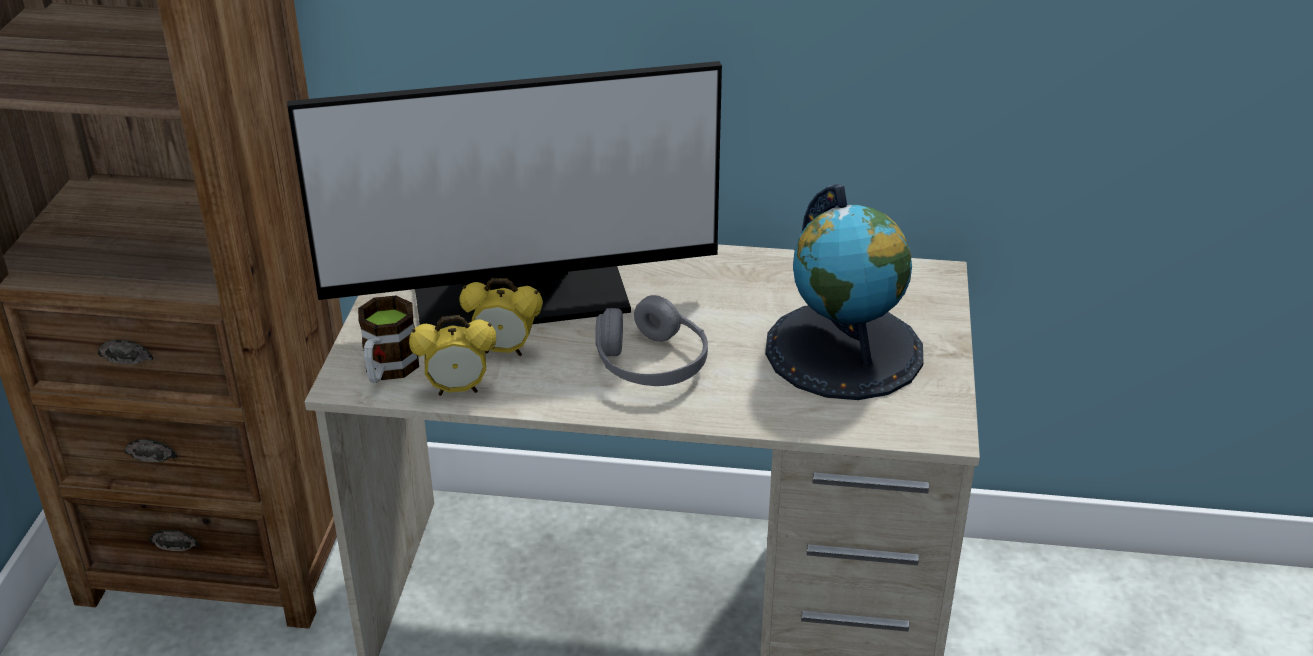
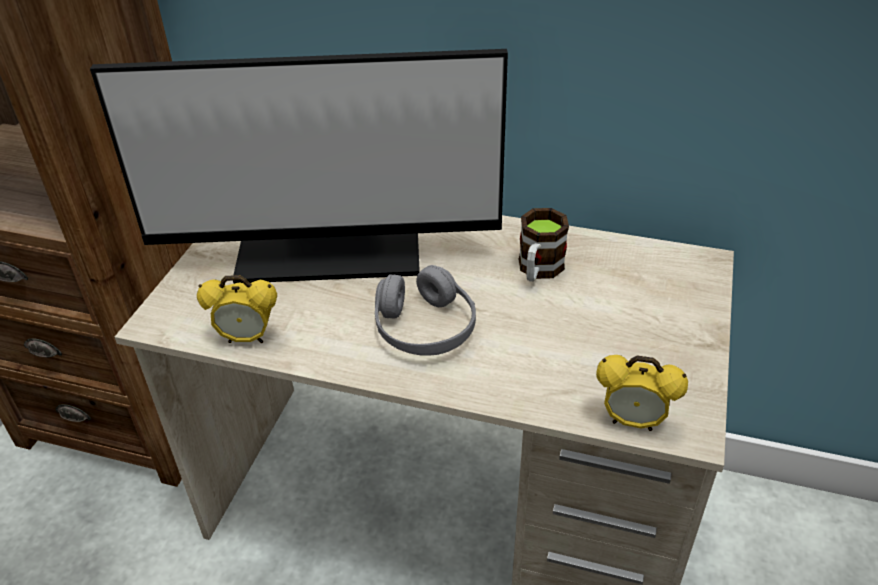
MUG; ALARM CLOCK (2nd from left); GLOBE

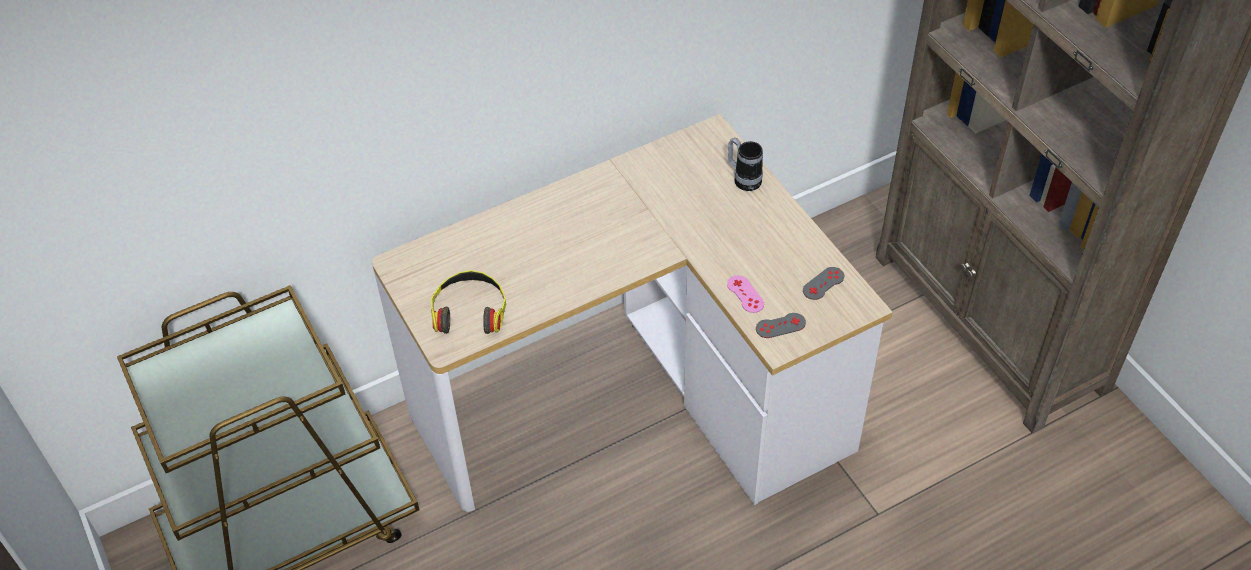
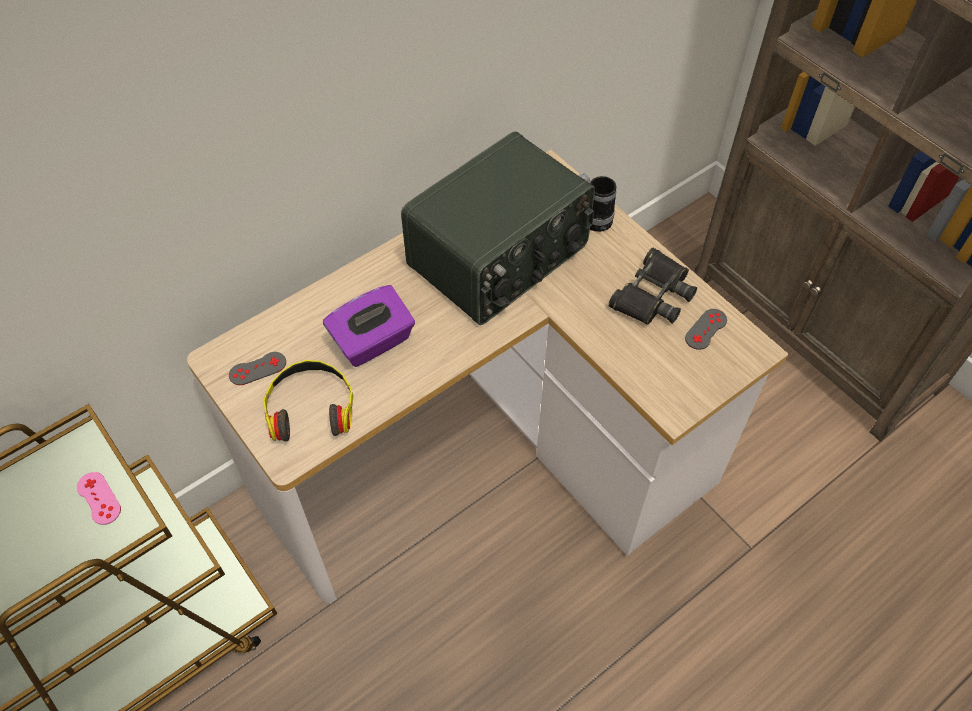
PINK GAME CONTROLLER; GREY GAME CONTROLLER (1st from left); PURPLE TISSUE BOX; RADIO; BLACK BINOCULARS

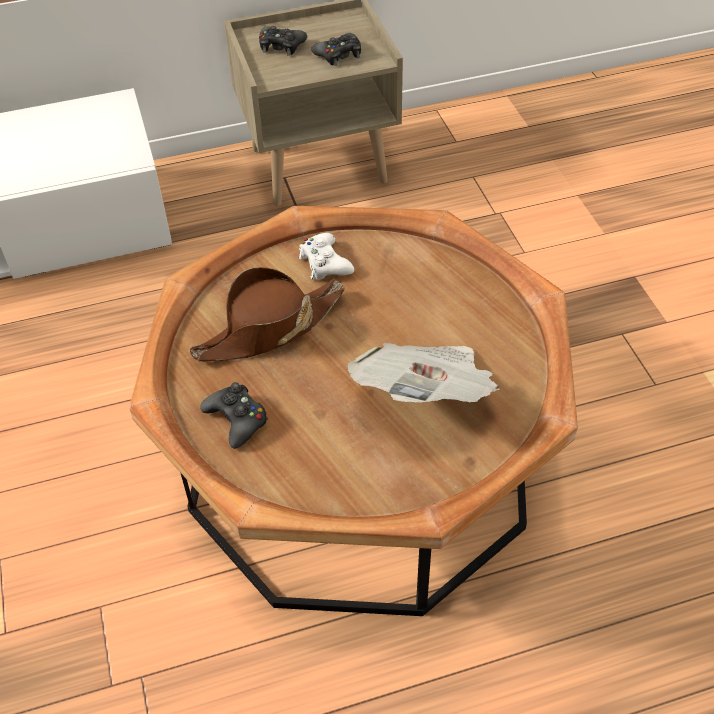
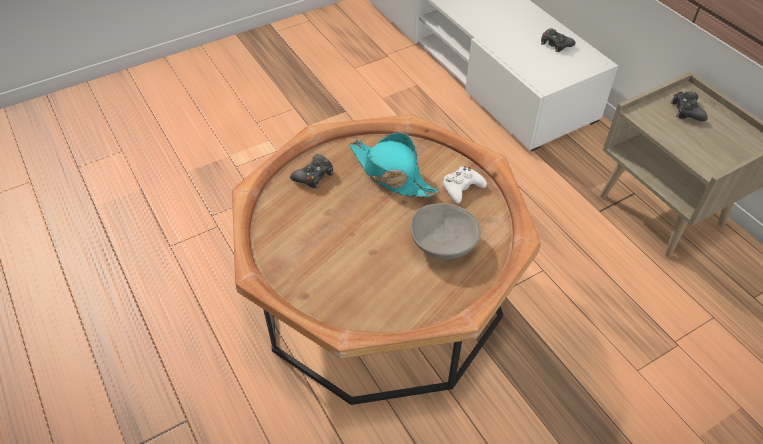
TURQUOISE HAT; BLACK GAME CONTROLLER (2nd from left); NEWSPAPER; GREY BOWL

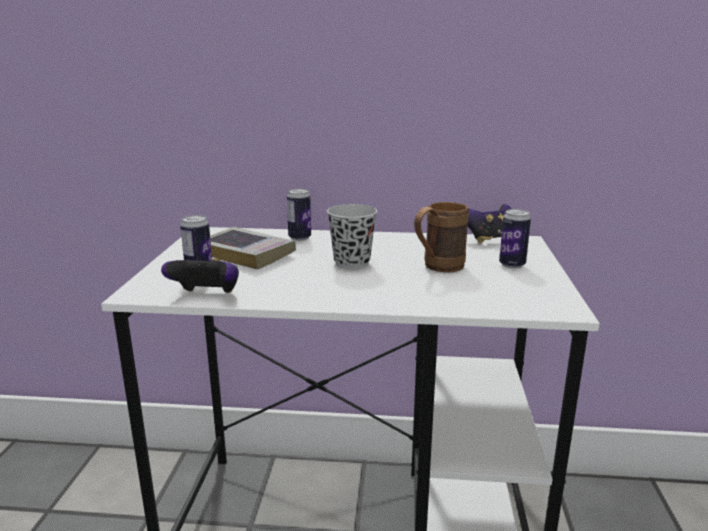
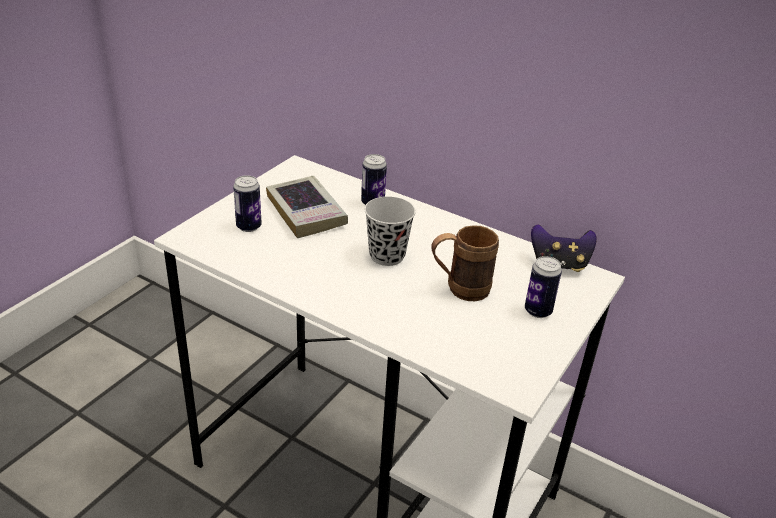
GAME CONTROLLER (1st from left in the first image)

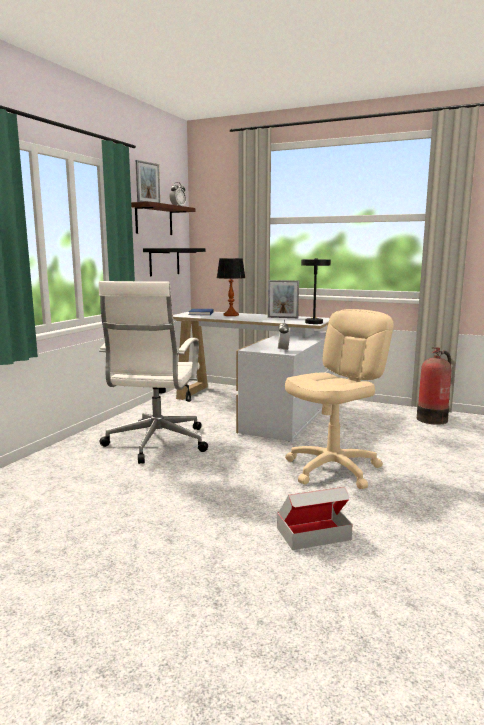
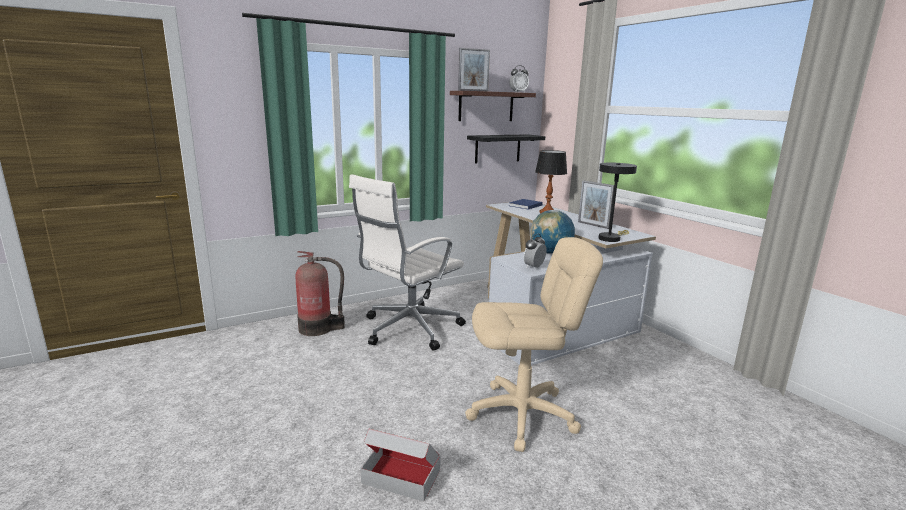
FIRE EXTINGUISHER; GLOBE

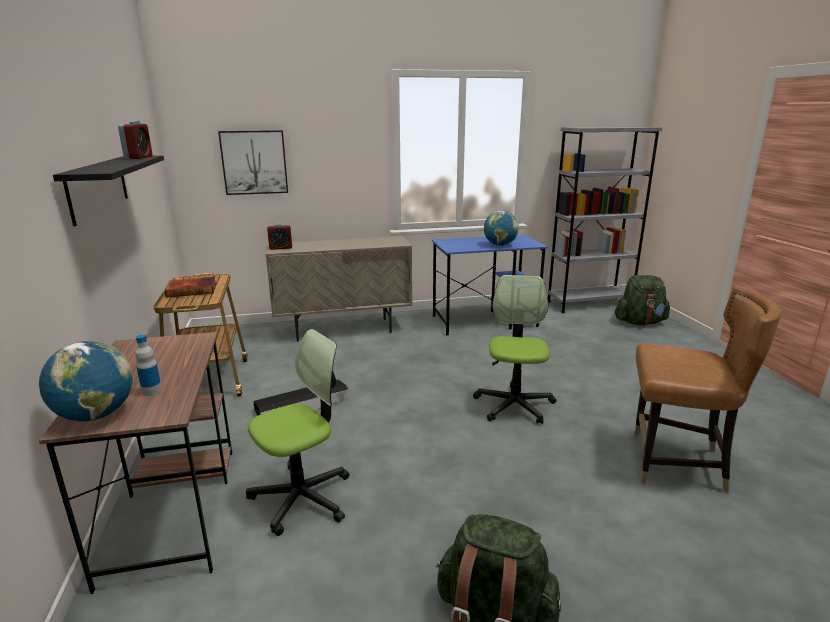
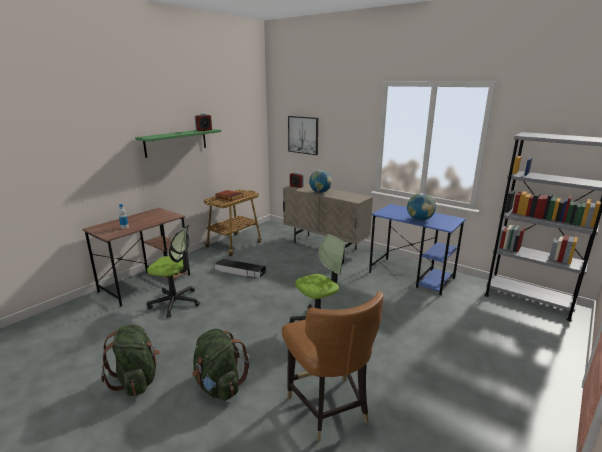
GLOBE (1st from left); GREEN SHELF; GREEN BACKPACK (2nd from left)

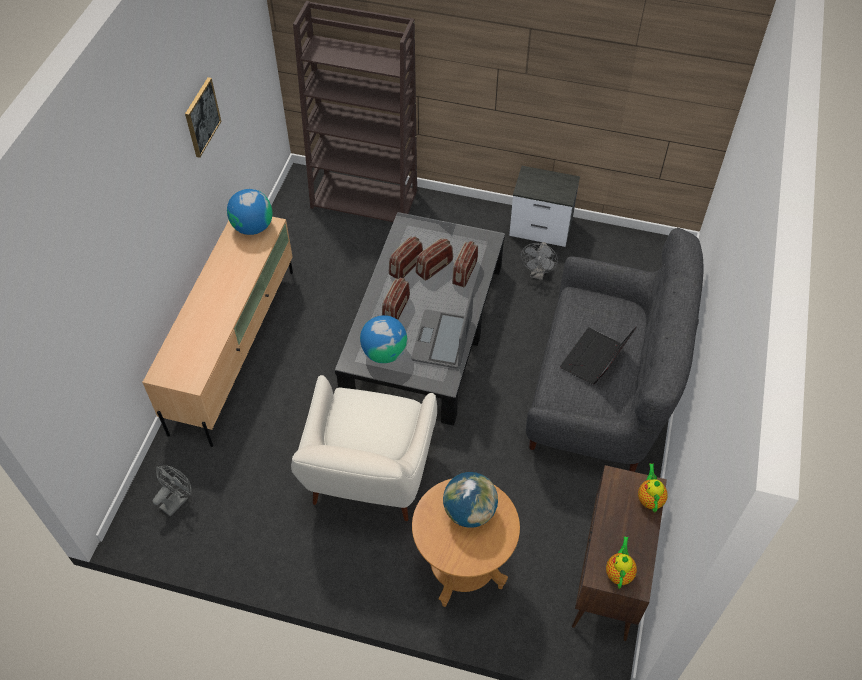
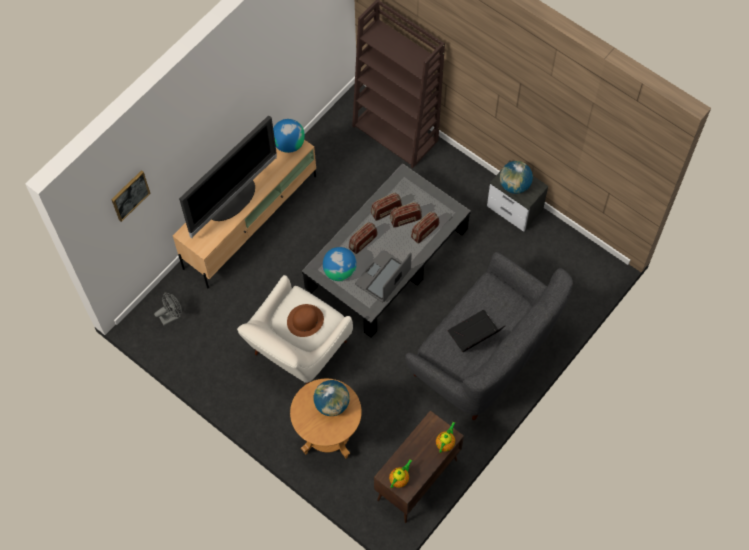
PICTURE; GREY FAN (2nd from left in the first image); TELEVISION; BROWN HAT; GLOBE (4th from left)

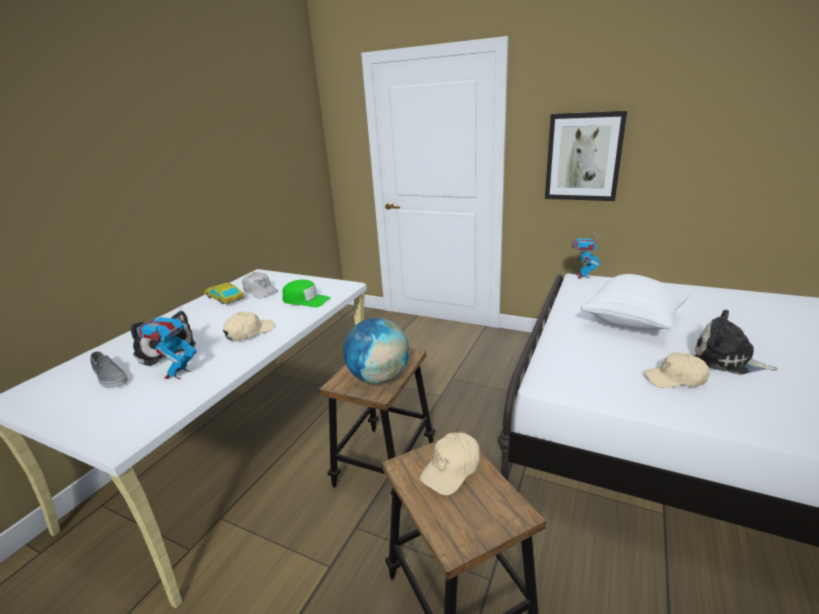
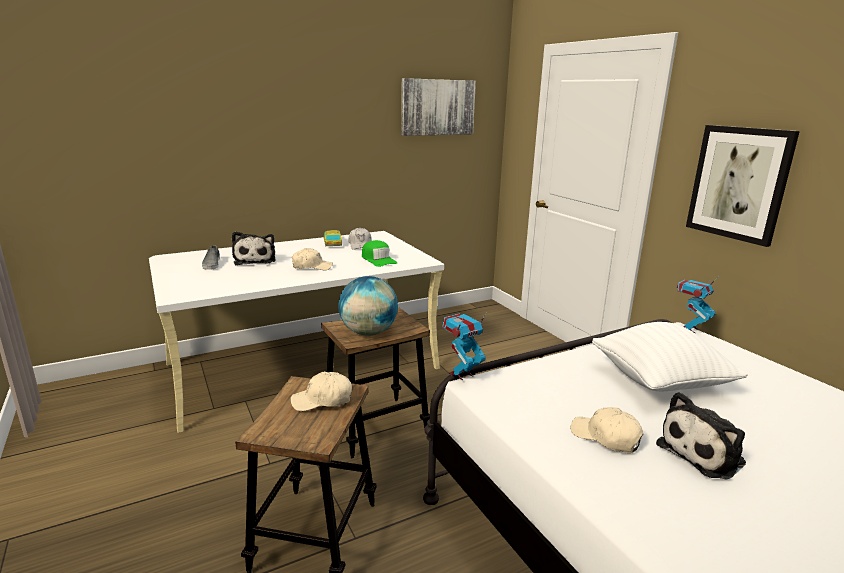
TOY ROBOT (1st from left); PLUSH TOY (2nd from left); PICTURE (1st from left)

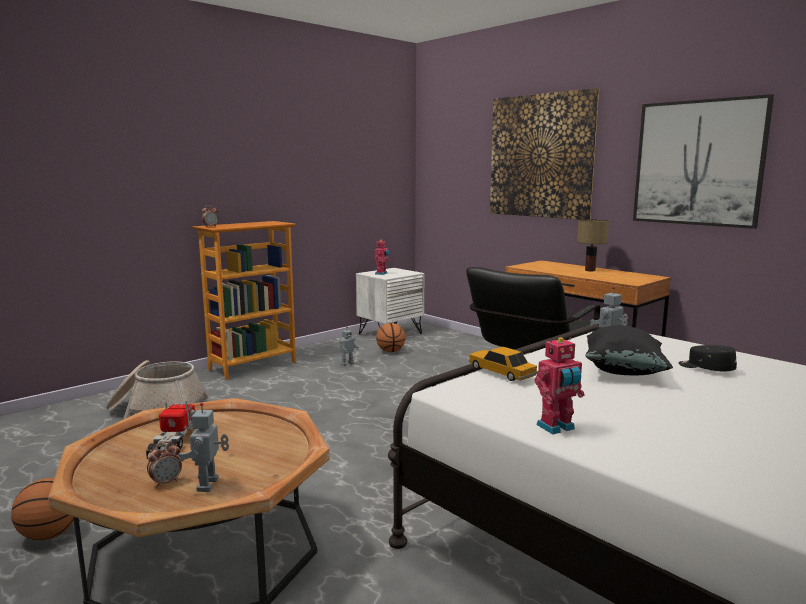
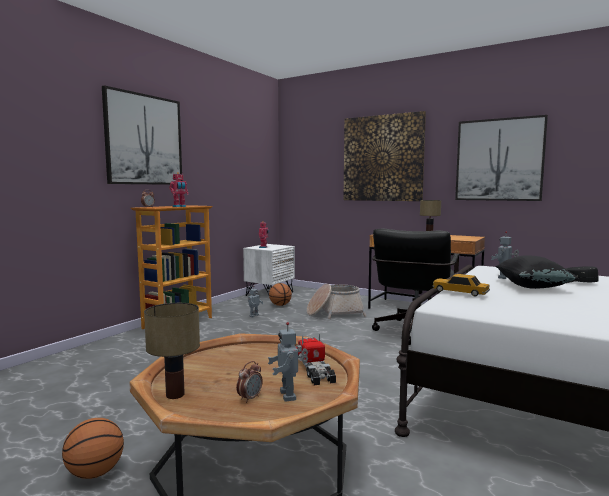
BASKET; TOY TRUCK; TOY ROBOT (1st from left); PICTURE (1st from left); TABLE LAMP (1st from left)

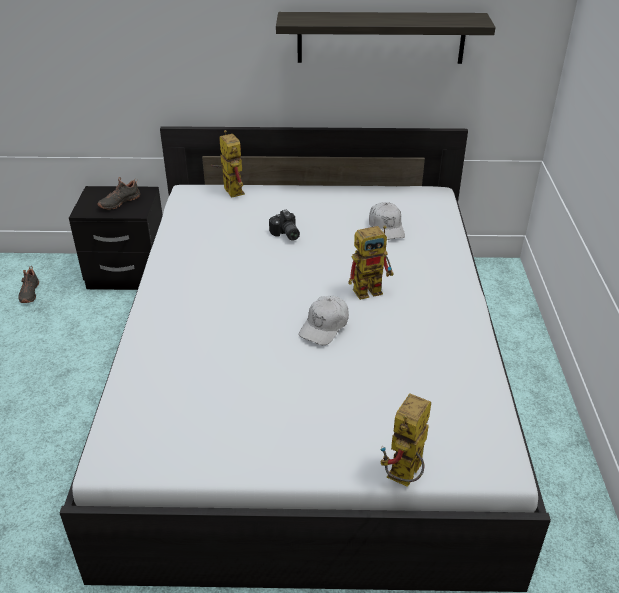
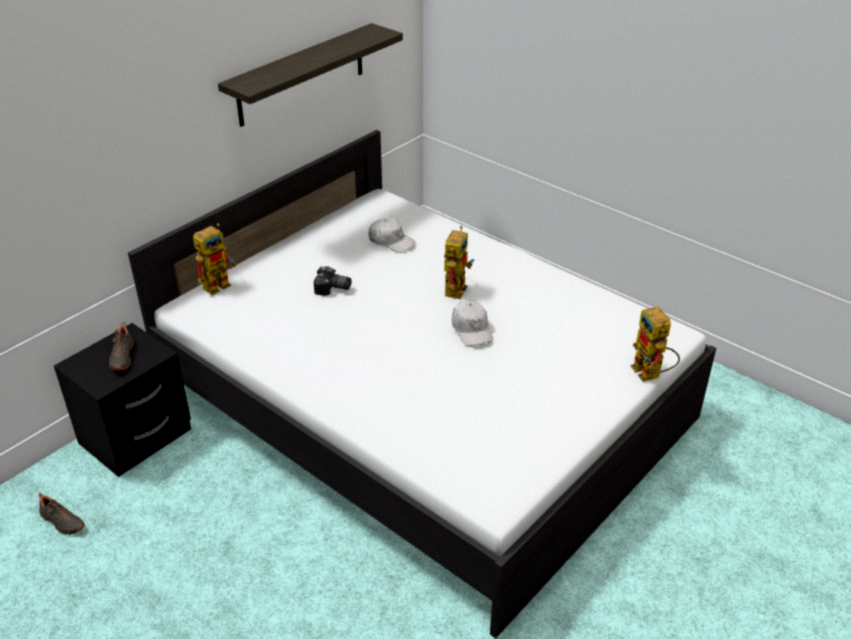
TOY ROBOT (1st from left)

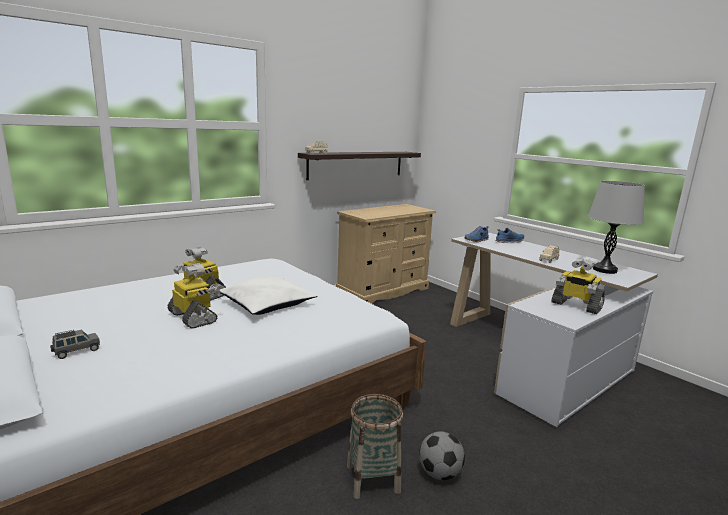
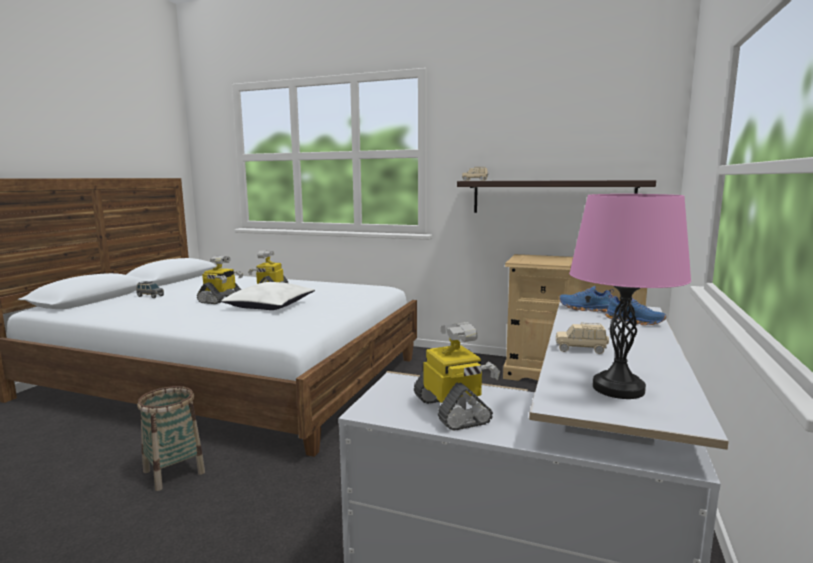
FOOTBALL; TOY ROBOT (3rd from left); PINK TABLE LAMP

